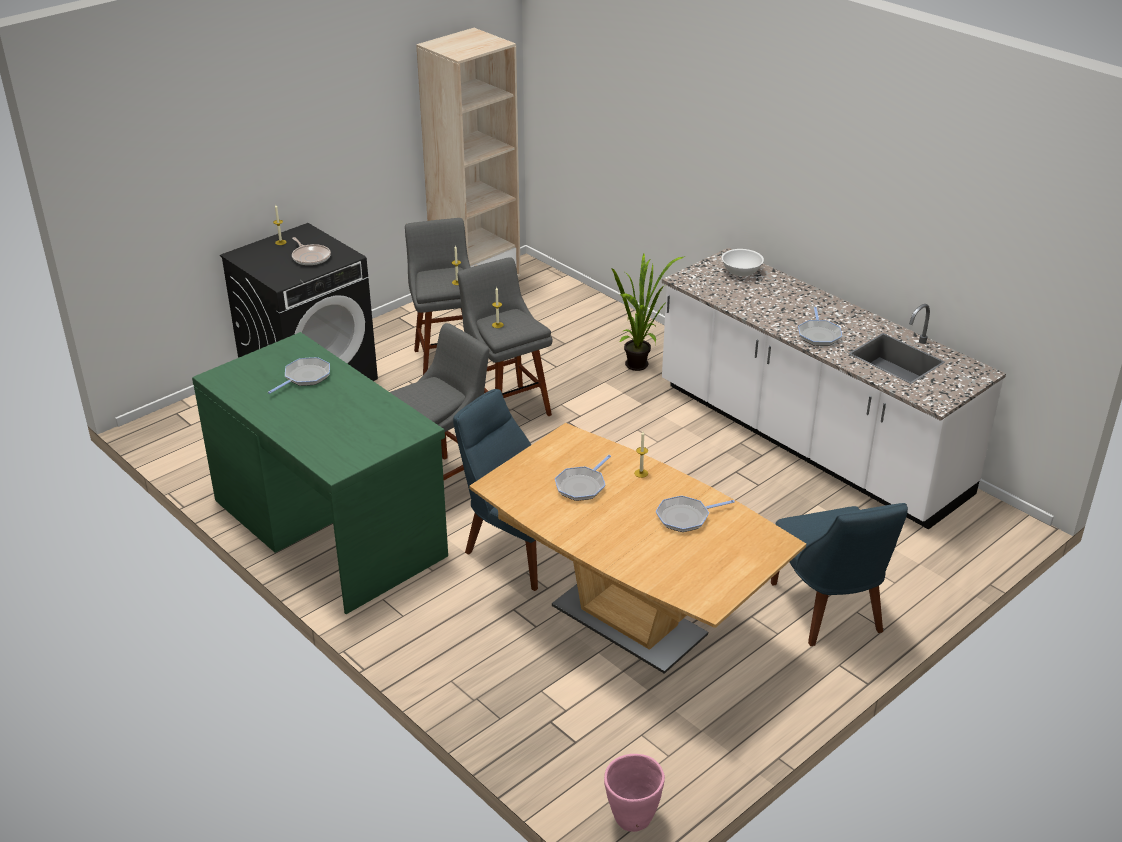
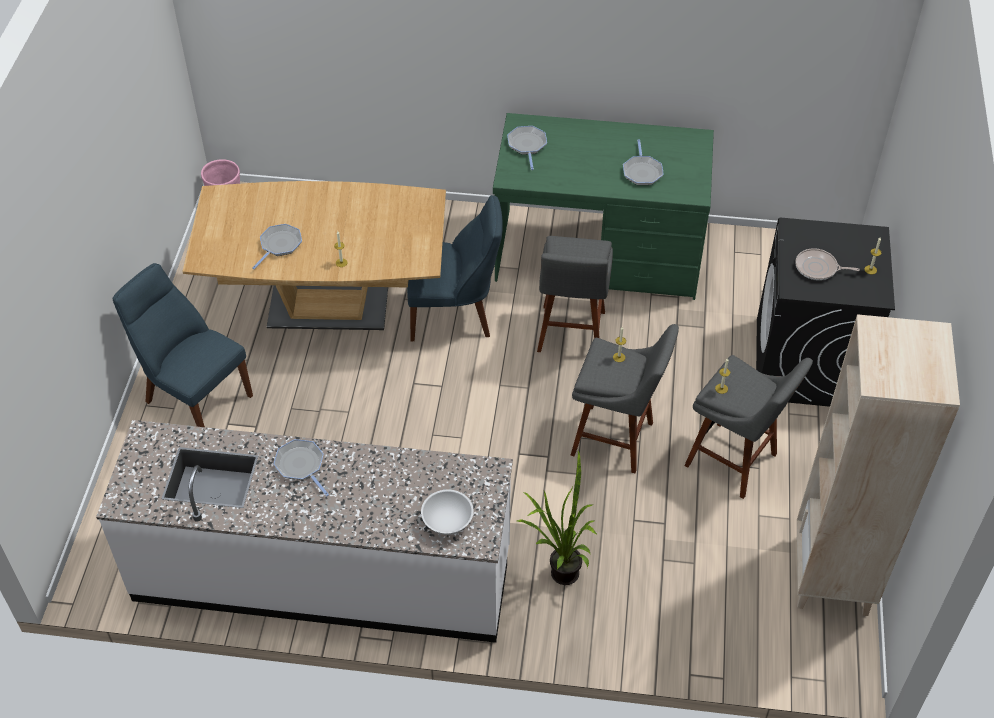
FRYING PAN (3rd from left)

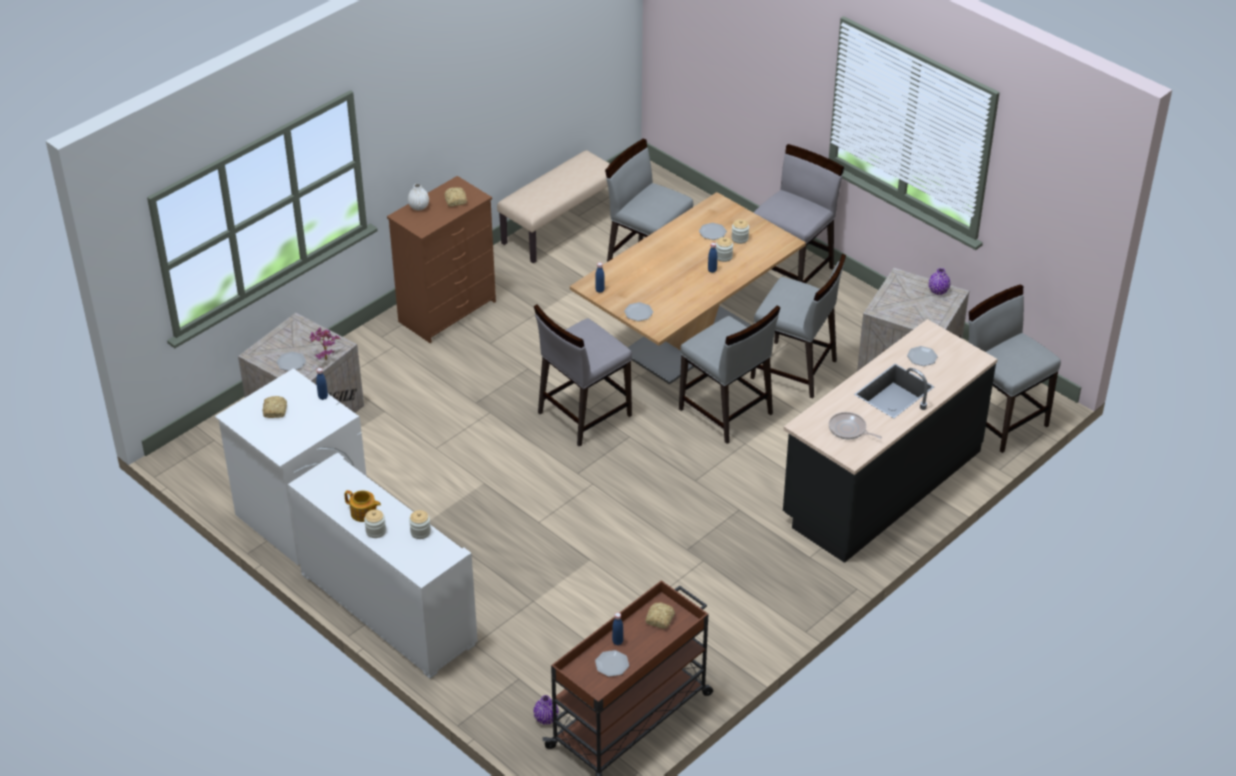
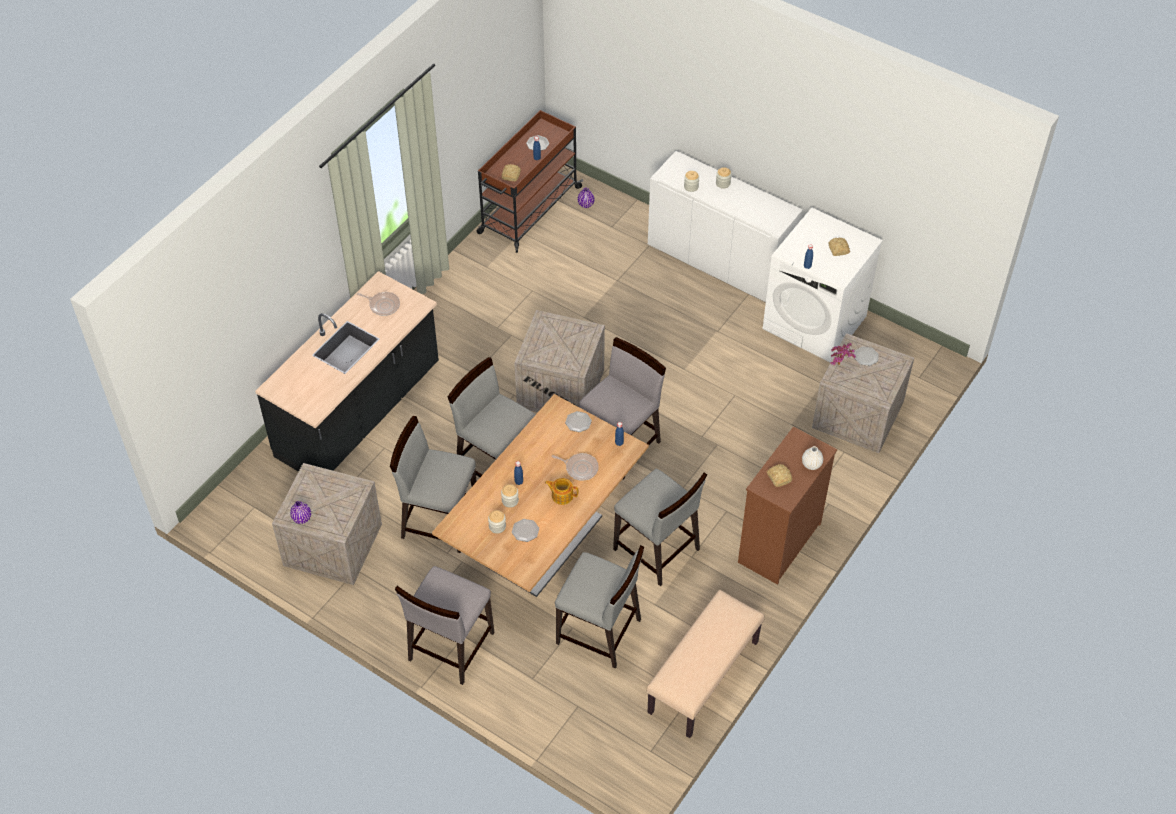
TEAPOT; PLATE (5th from left in the first image); GREY CHAIR (6th from left); CRATE (2nd from left); FRYING PAN (2nd from left)

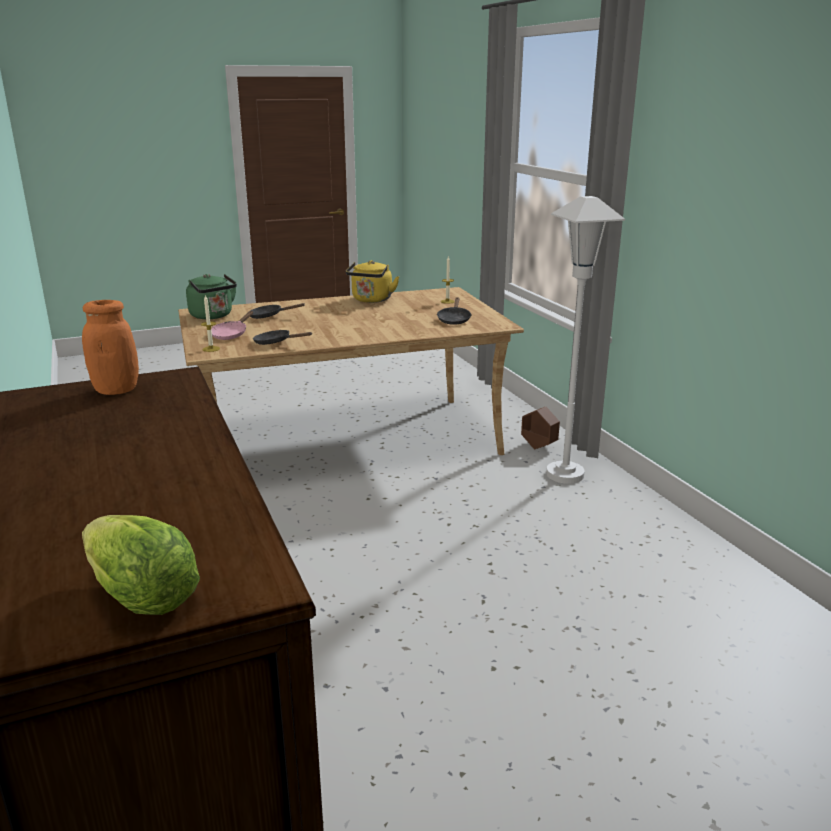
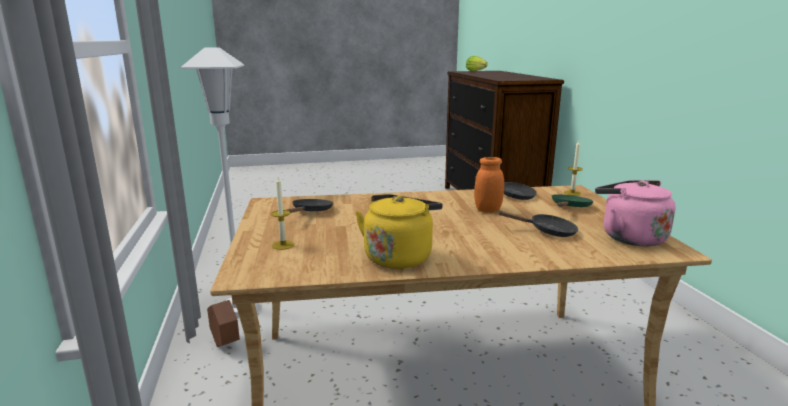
ORANGE JAR; PINK KETTLE; GREEN FRYING PAN

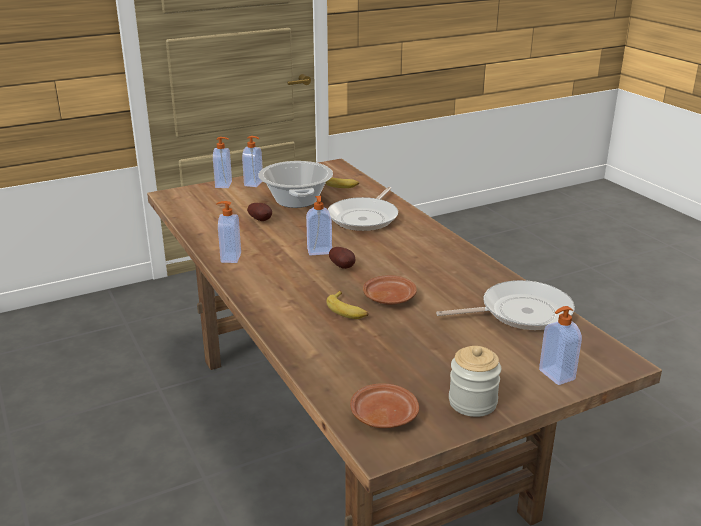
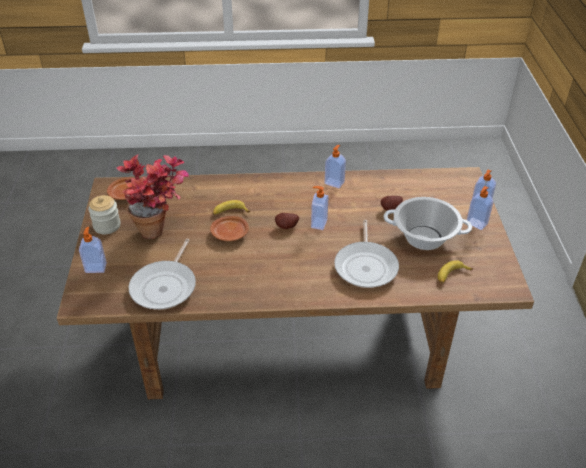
FRYING PAN (2nd from left); POTTED PLANT

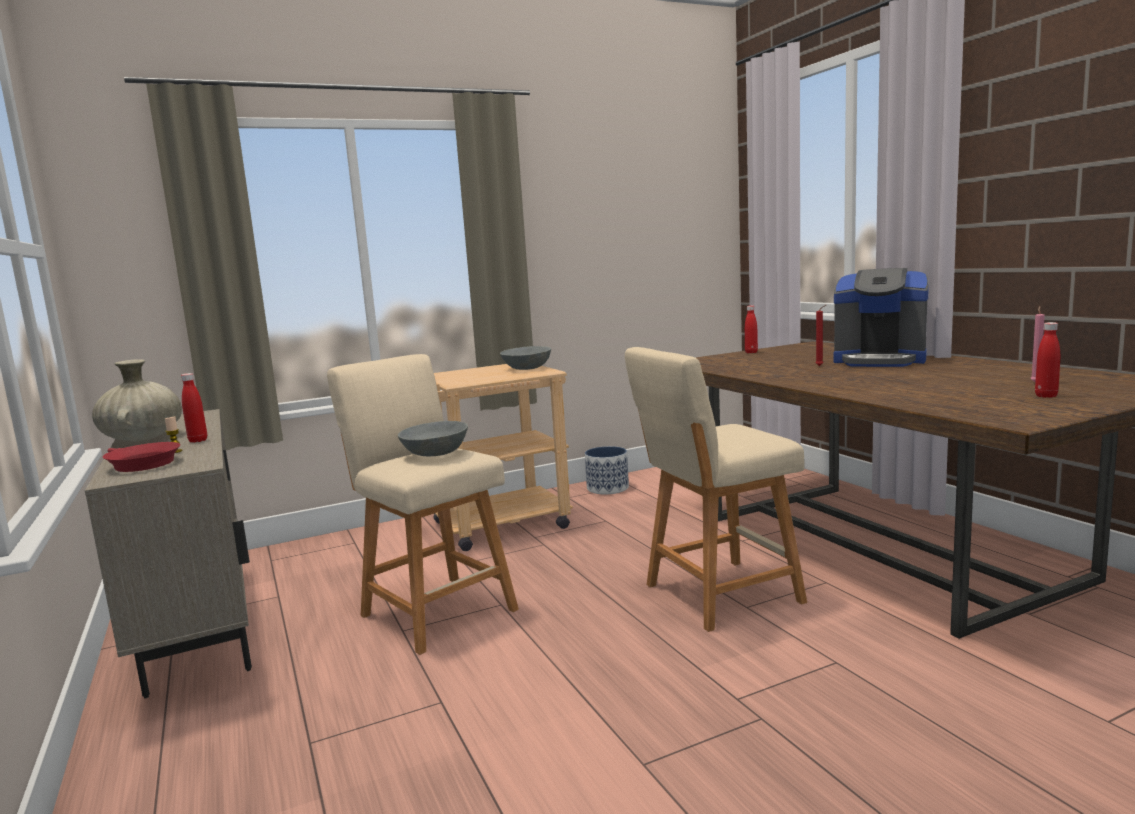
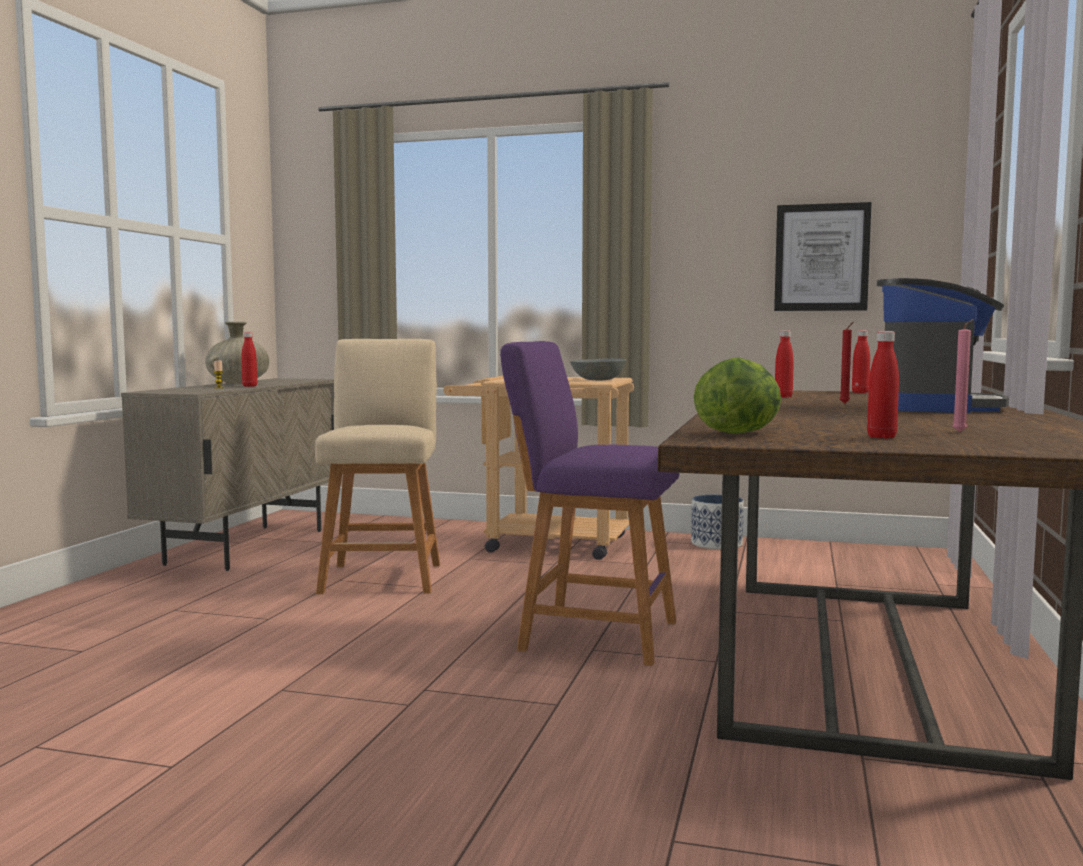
RED FRYING PAN; GREY BOWL (1st from left in the first image); PURPLE STOOL; COFFEE MACHINE; LETTUCE; PICTURE; RED BOTTLE (2nd from left)

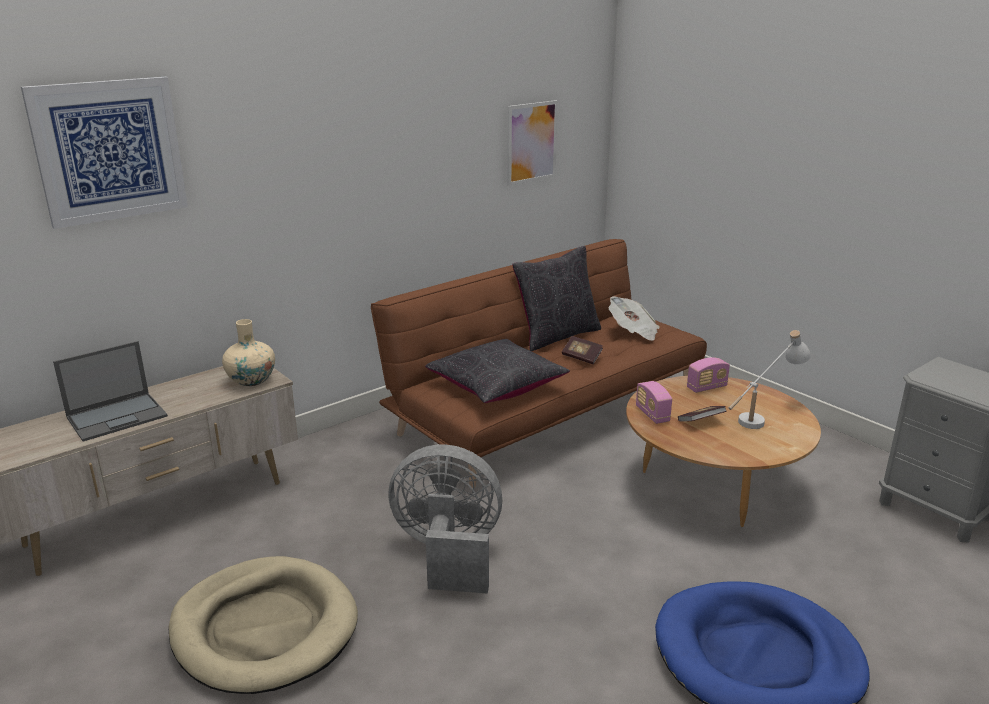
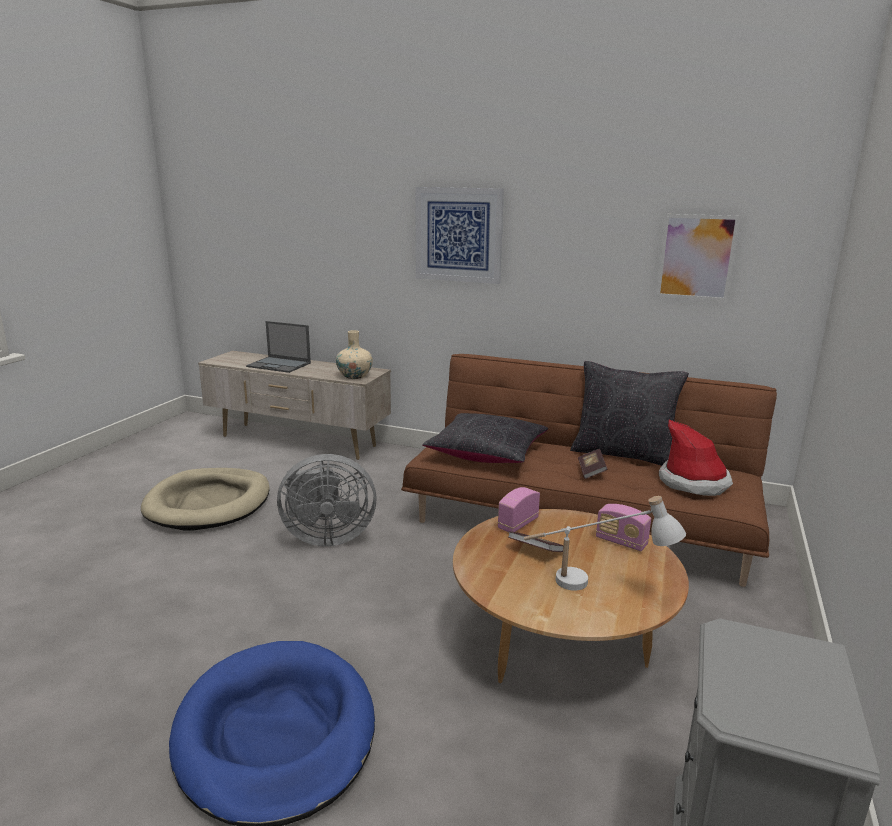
PICTURE (1st from left); GREY FAN; HAT

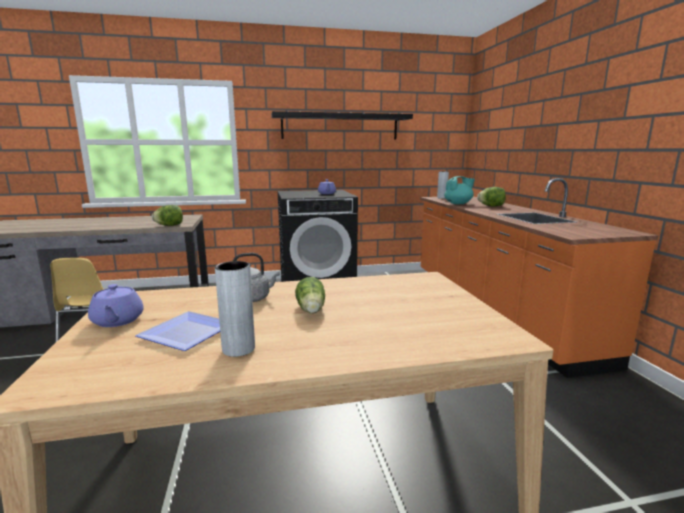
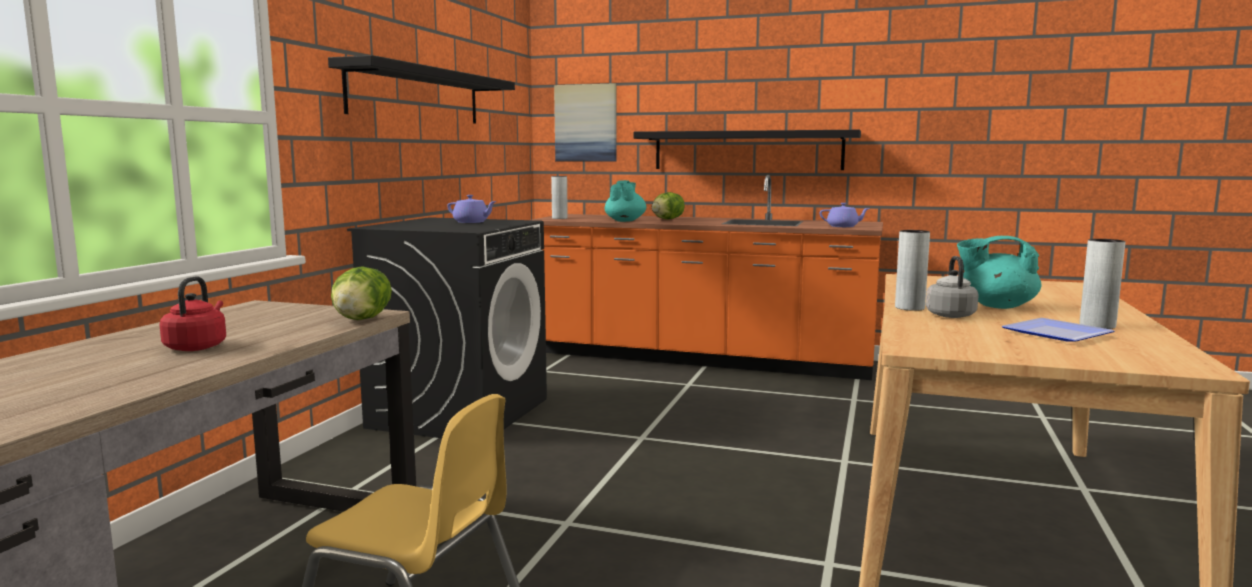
PURPLE TEAPOT (2nd from left); TURQUOISE TEAPOT (2nd from left); RED KETTLE; PICTURE; BLACK SHELF (2nd from left); GREY VASE (2nd from left)

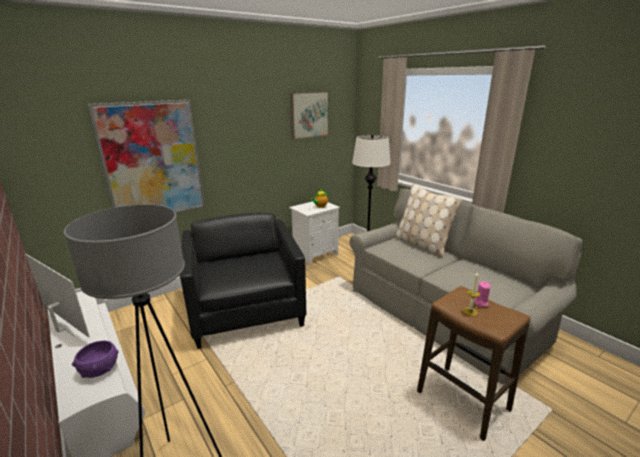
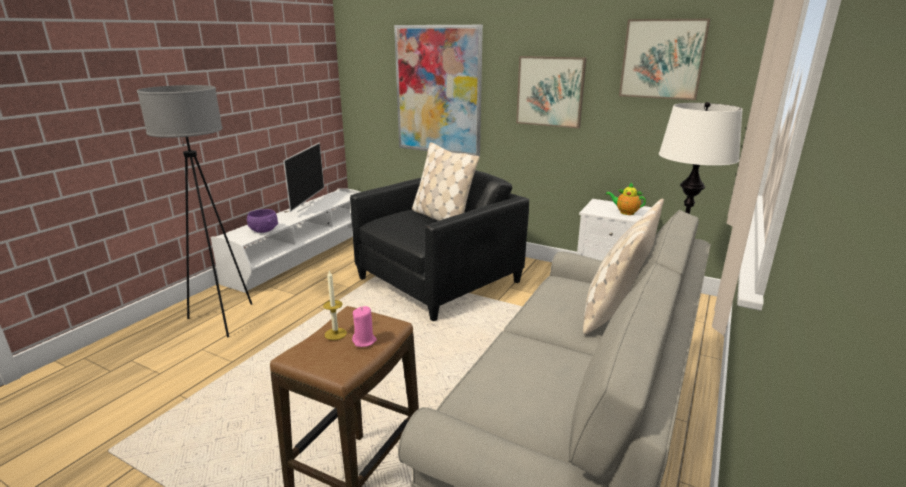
BEIGE PILLOW (1st from left); PICTURE (2nd from left)

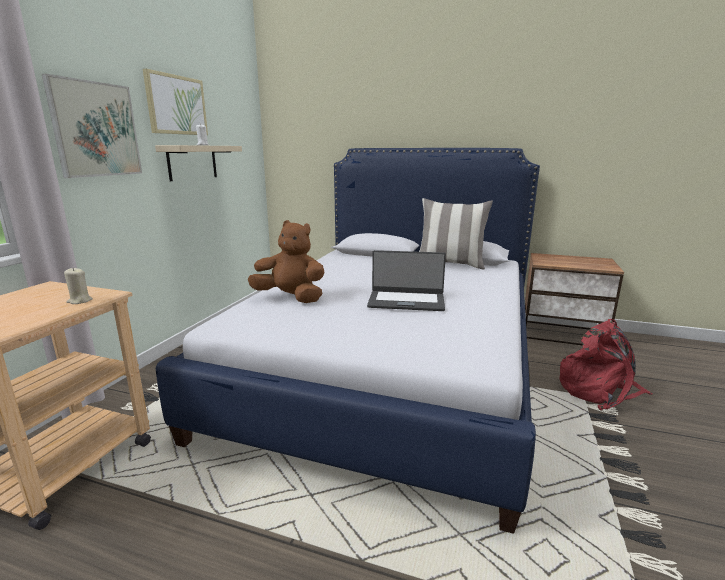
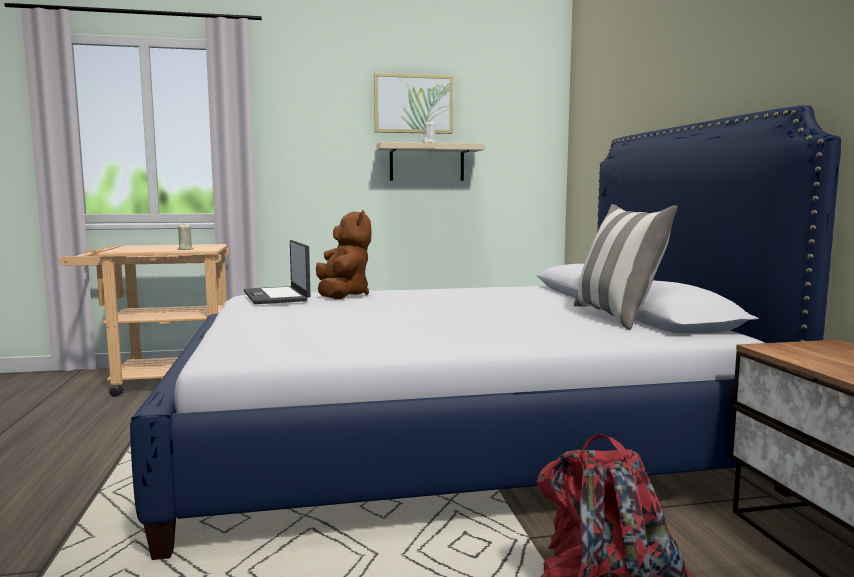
PICTURE (1st from left in the first image); LAPTOP

